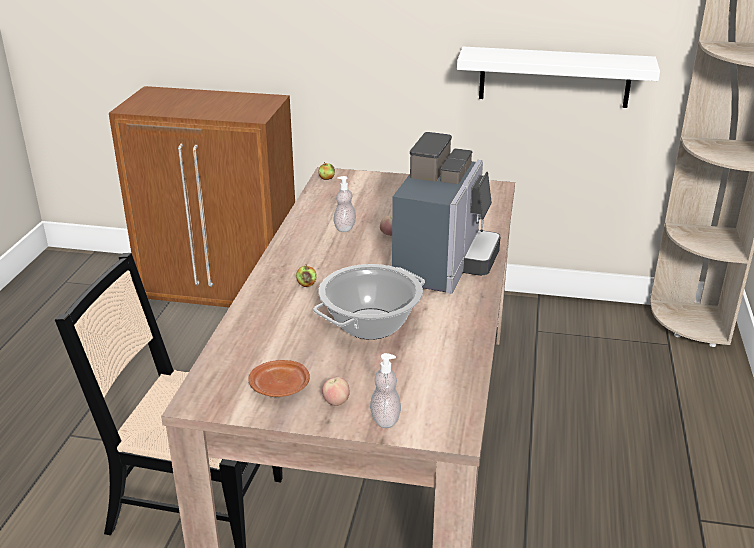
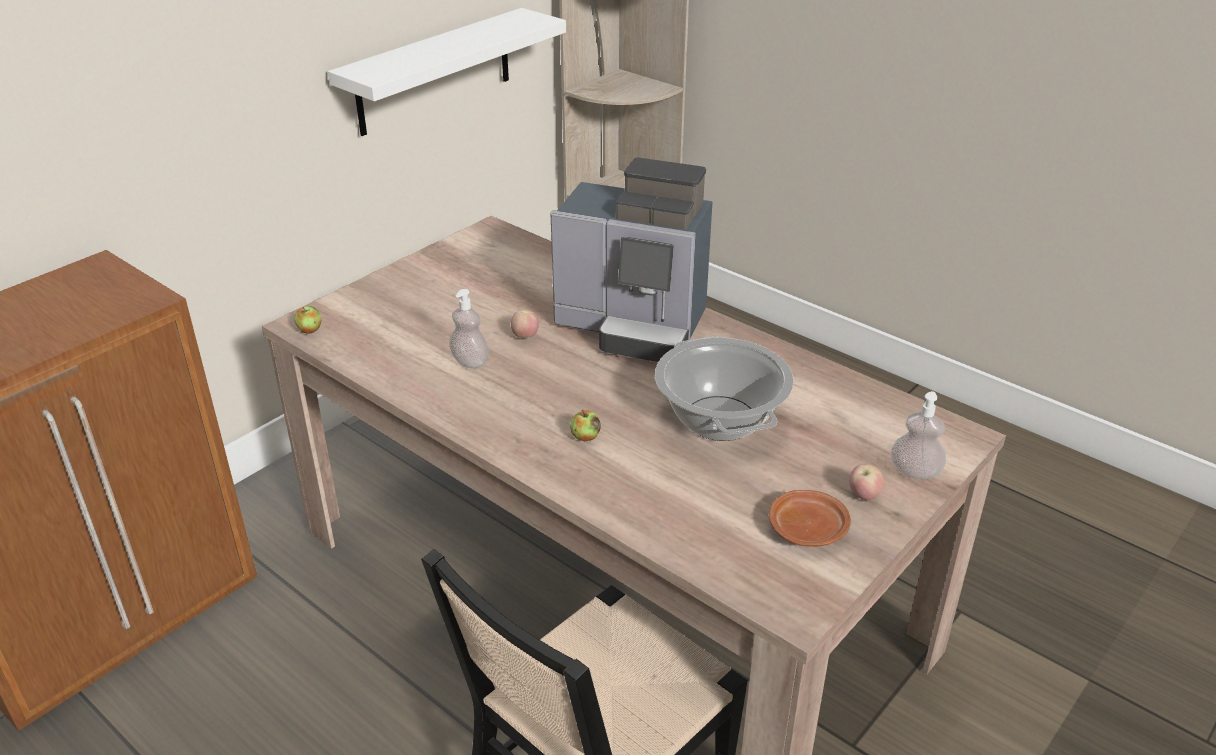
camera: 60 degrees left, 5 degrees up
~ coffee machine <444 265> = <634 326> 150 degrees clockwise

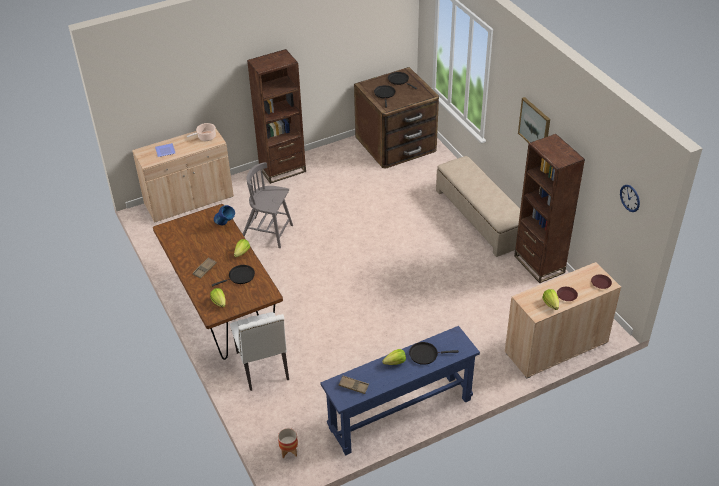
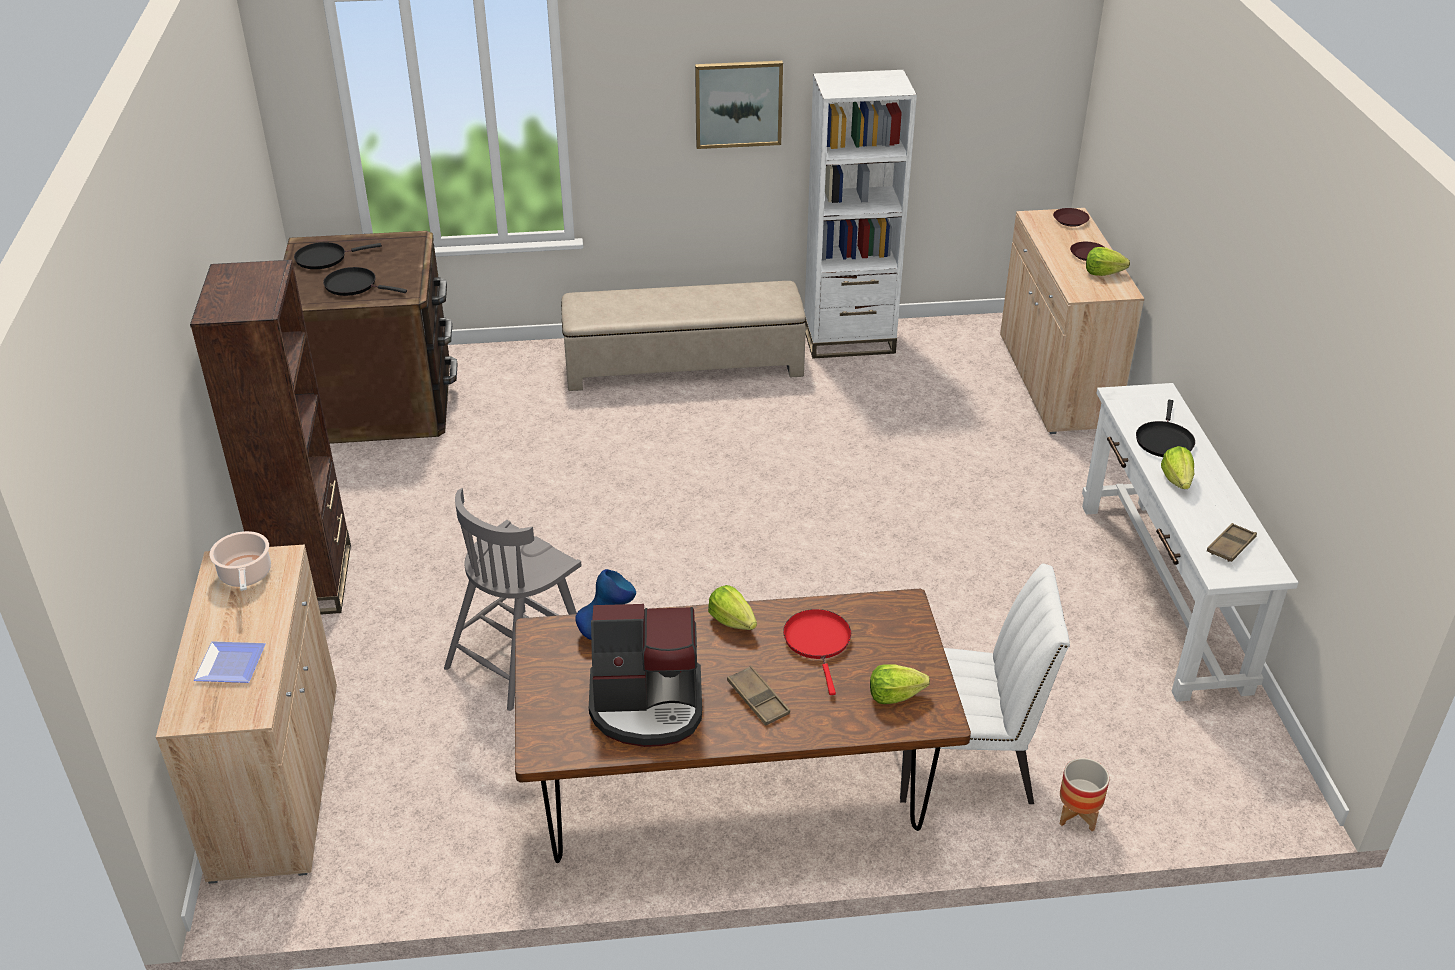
camera: 70 degrees left, 5 degrees down
- wall clock <630 198>
+ coffee machine <647 706>
~ planter <289 451> to <1077 815>
~ black frying pan <240 277> to red frying pan <818 642>
~ blue console table <400 413> to white console table <1161 594>
~ brown bookcase <539 264> to white bookcase <849 340>

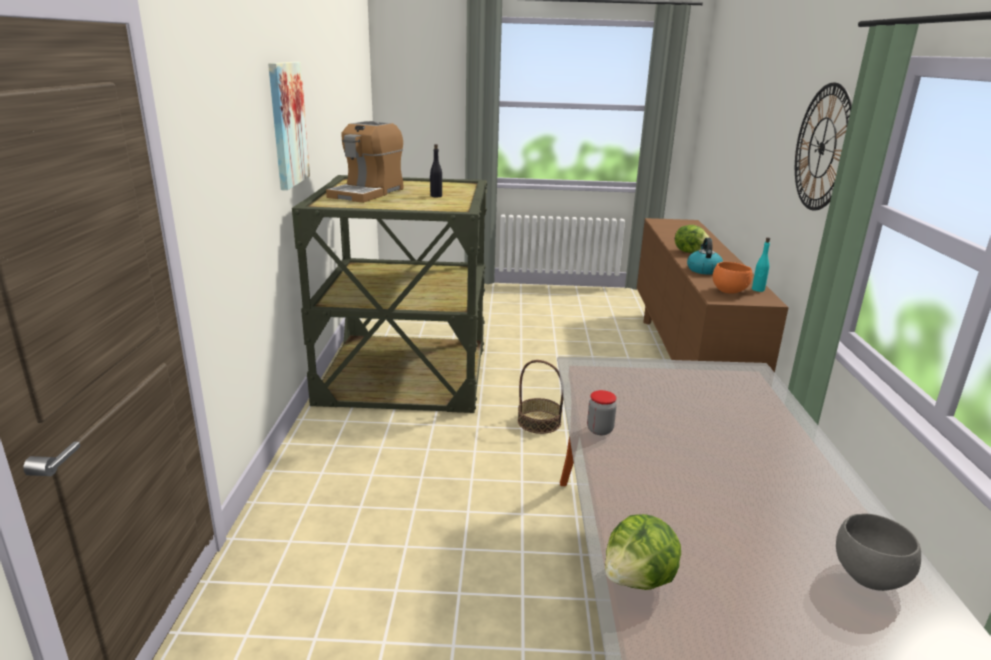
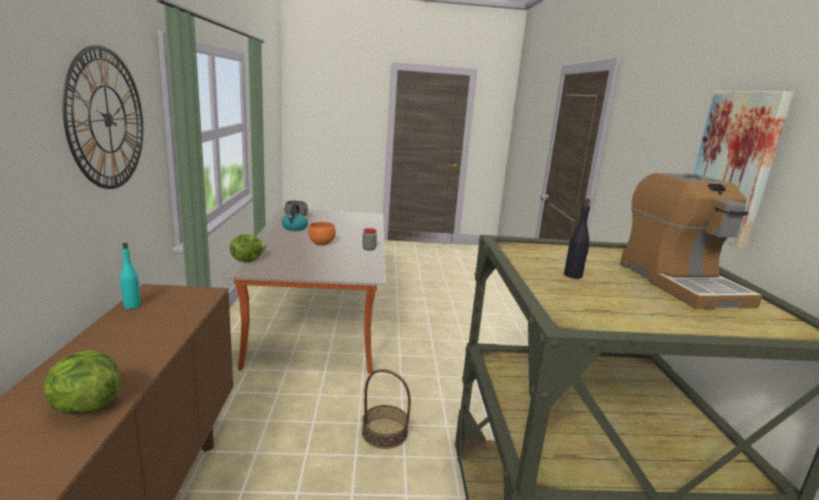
camera: 175 degrees right, 5 degrees down
~ lettuce <639 579> to <247 260>
~ kettle <703 270> to <294 228>
~ orange bowl <729 291> to <321 244>
~ coffee machine <367 193> = <679 283> 150 degrees clockwise

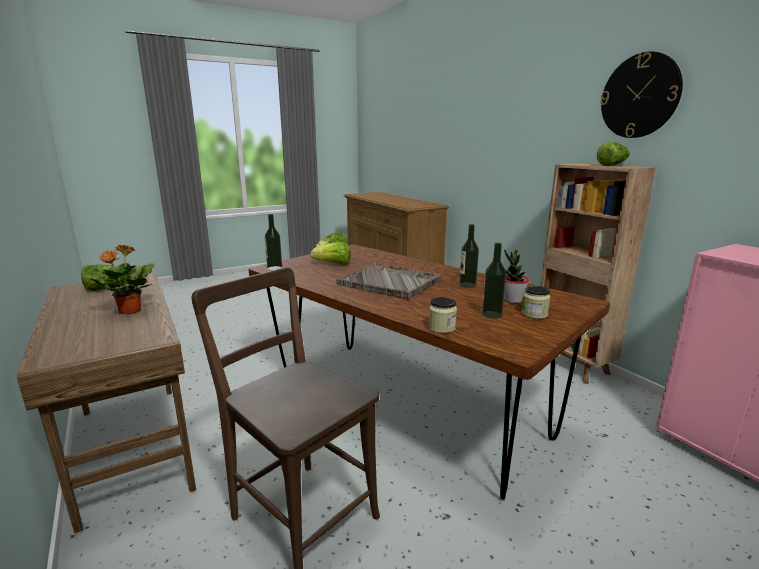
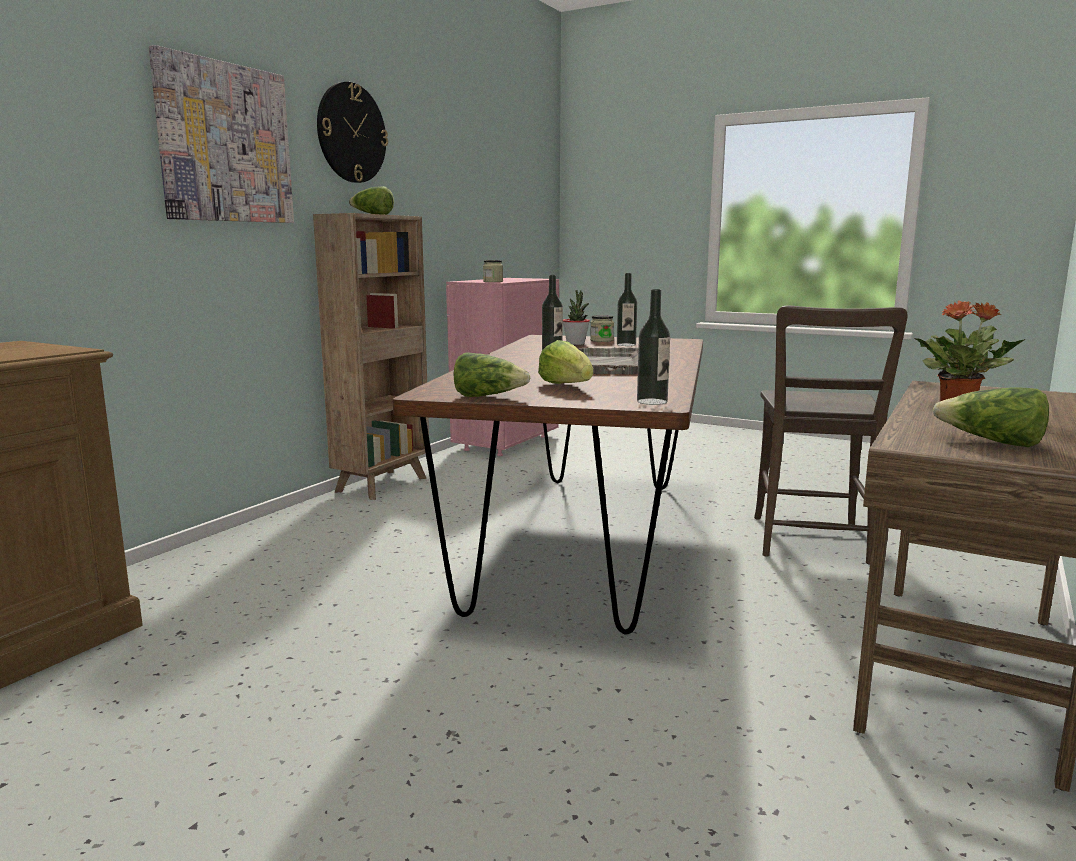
camera: 120 degrees left, 5 degrees down
+ picture <225 143>
~ jar <442 328> to <493 281>

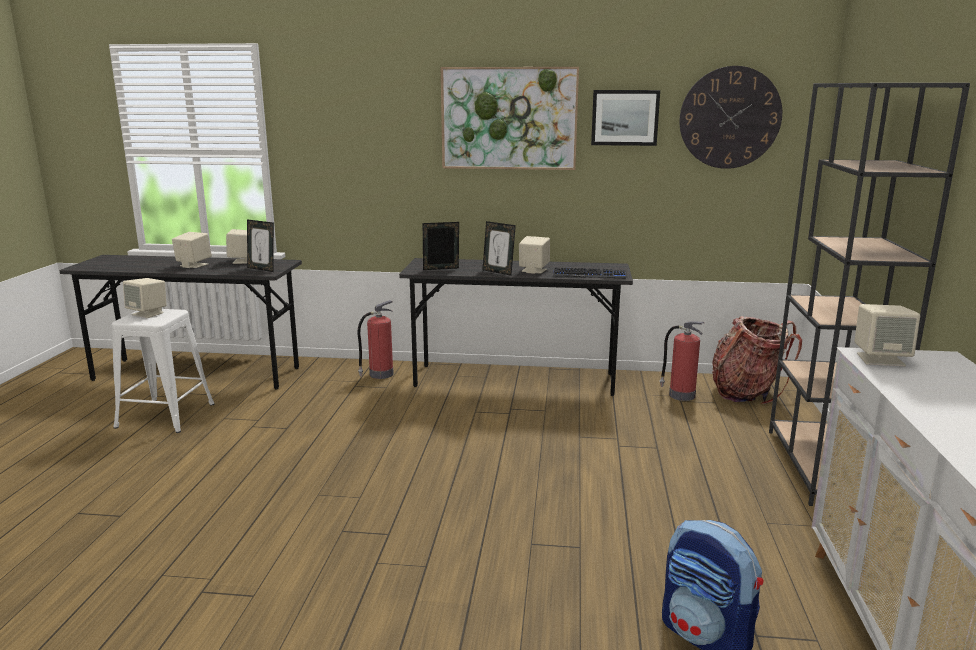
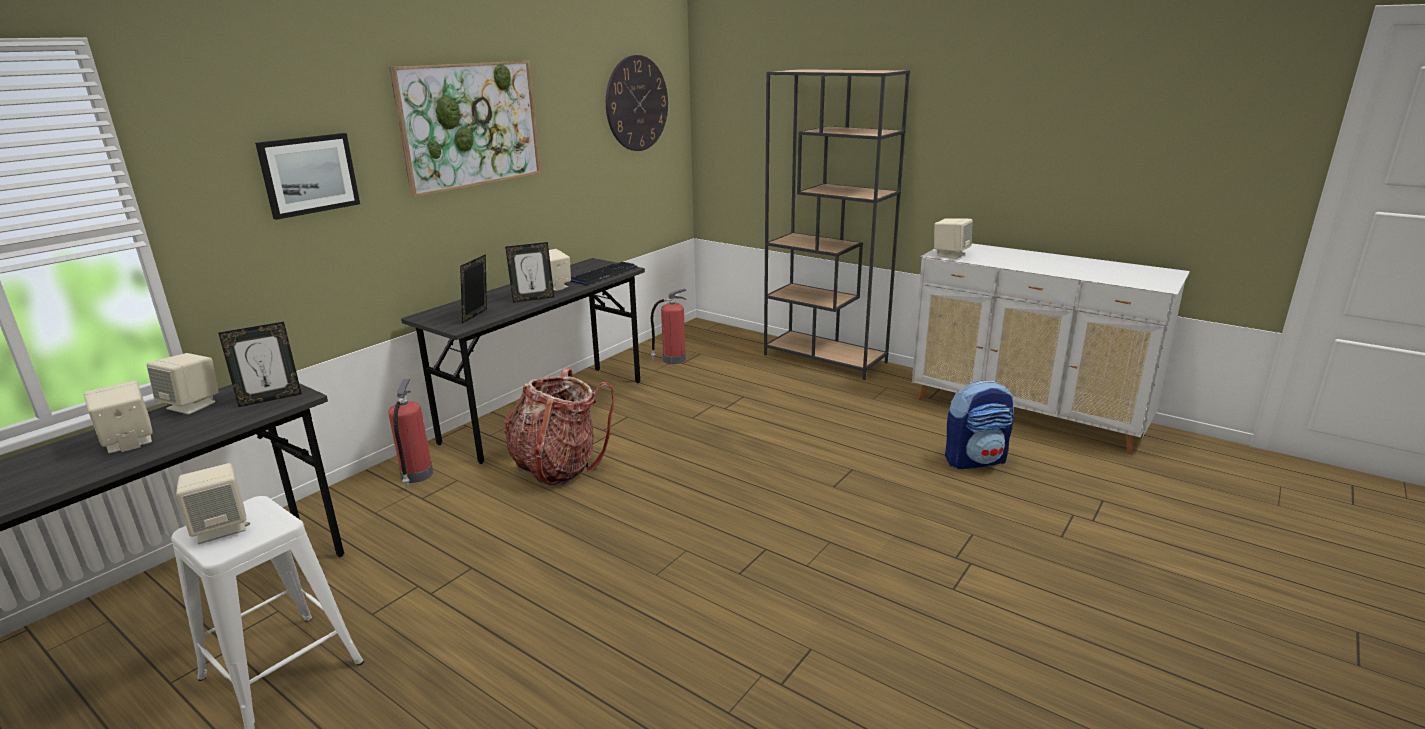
camera: 60 degrees left, 5 degrees up
~ picture <625 117> to <309 174>
~ backpack <747 393> to <558 466>

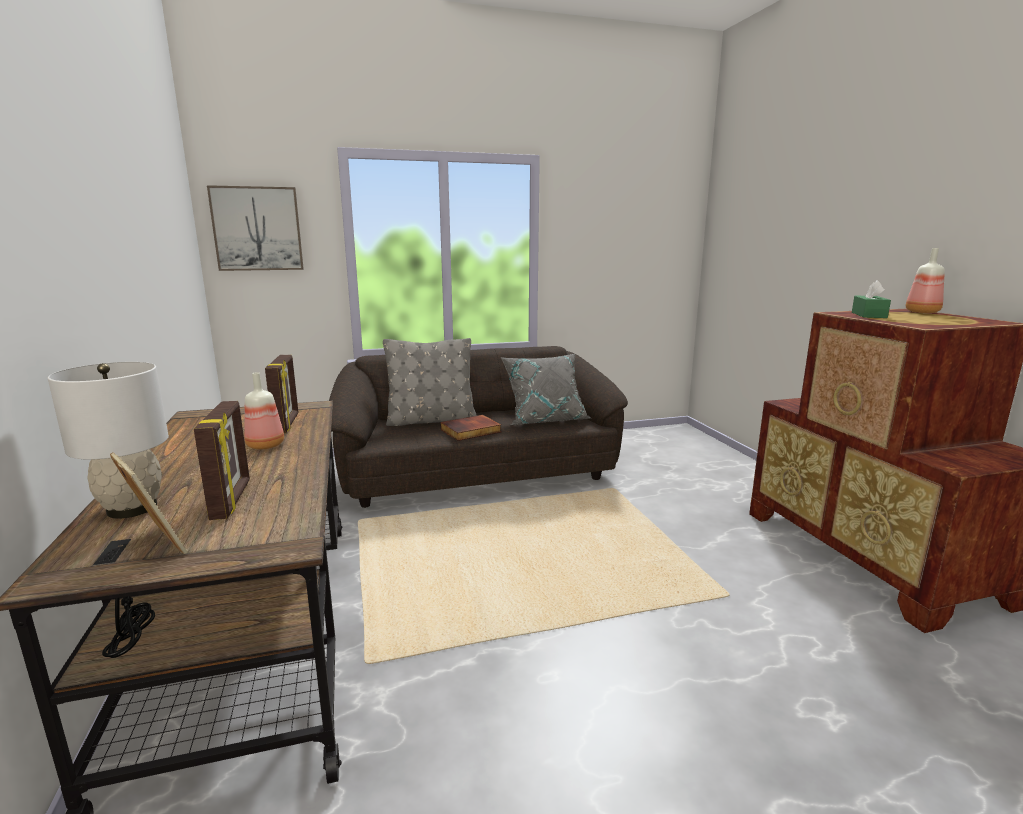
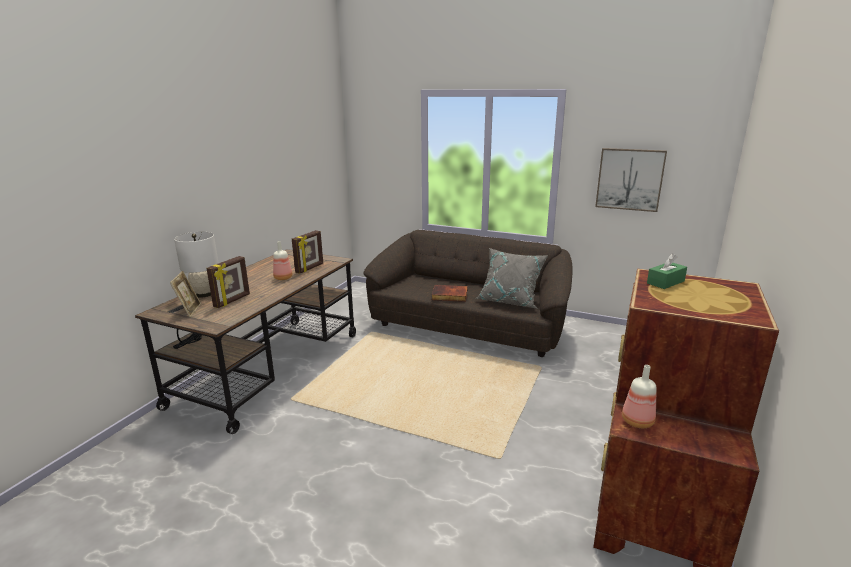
camera: 40 degrees right, 5 degrees up
- grey pillow <431 420>
~ picture <257 229> to <629 179>
~ bottle <923 312> to <637 422>

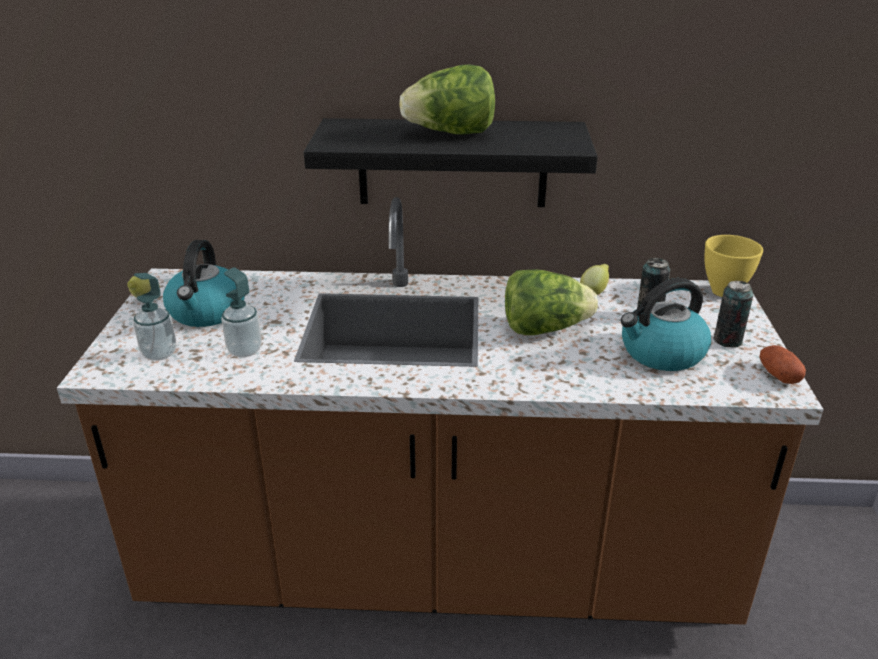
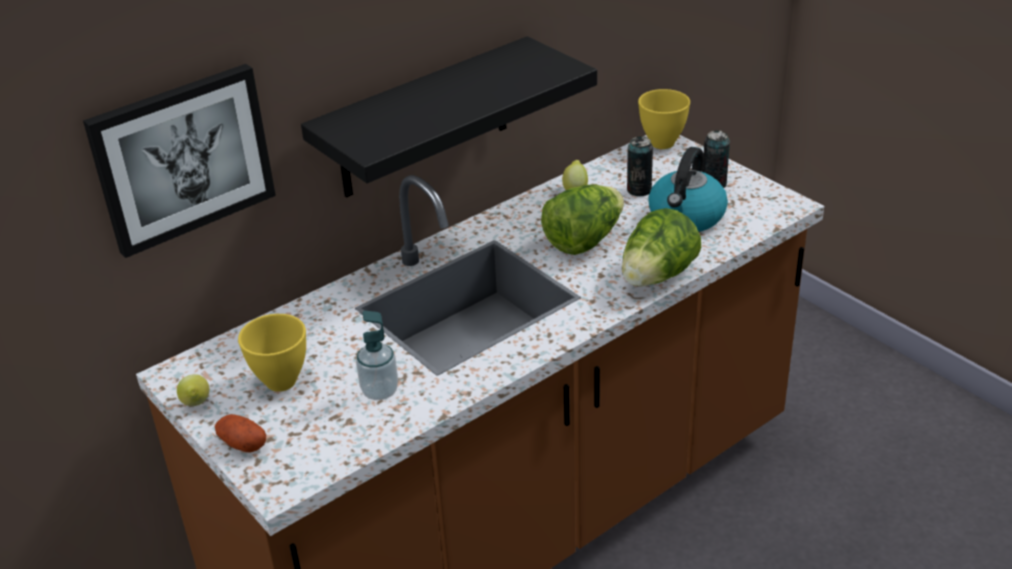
camera: 40 degrees left, 5 degrees up
- soap dispenser <159 354>
+ picture <182 158>
~ lettuce <450 133> to <657 277>
~ potato <778 375> to <242 443>
~ kettle <207 312> to yellow bowl <281 380>

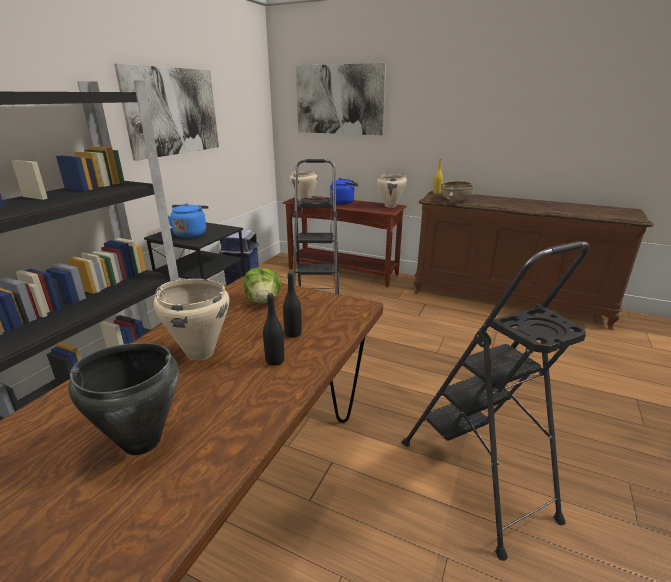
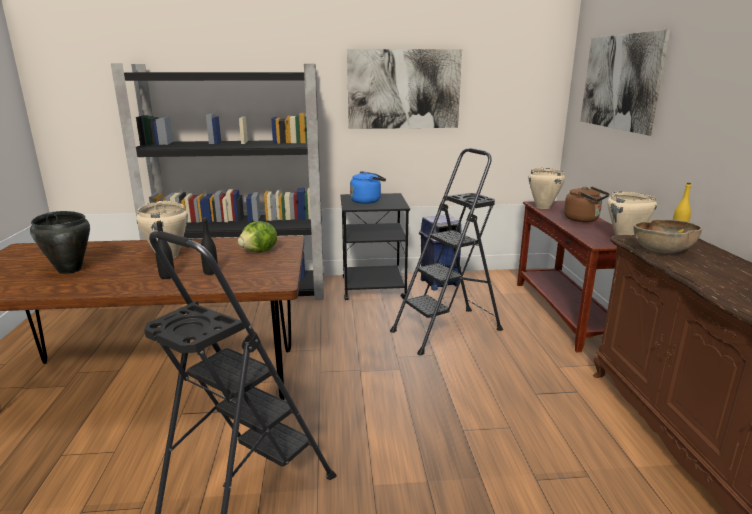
camera: 60 degrees right, 5 degrees down
~ blue kettle <343 202> to brown kettle <583 219>

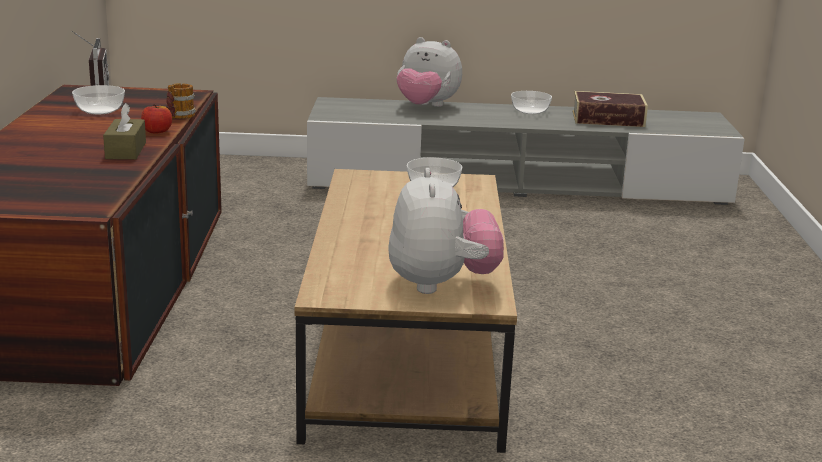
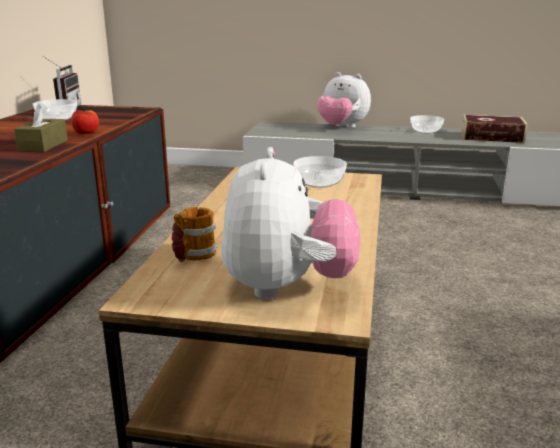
camera: 10 degrees right, 0 degrees up
~ mug <179 117> to <193 256>

